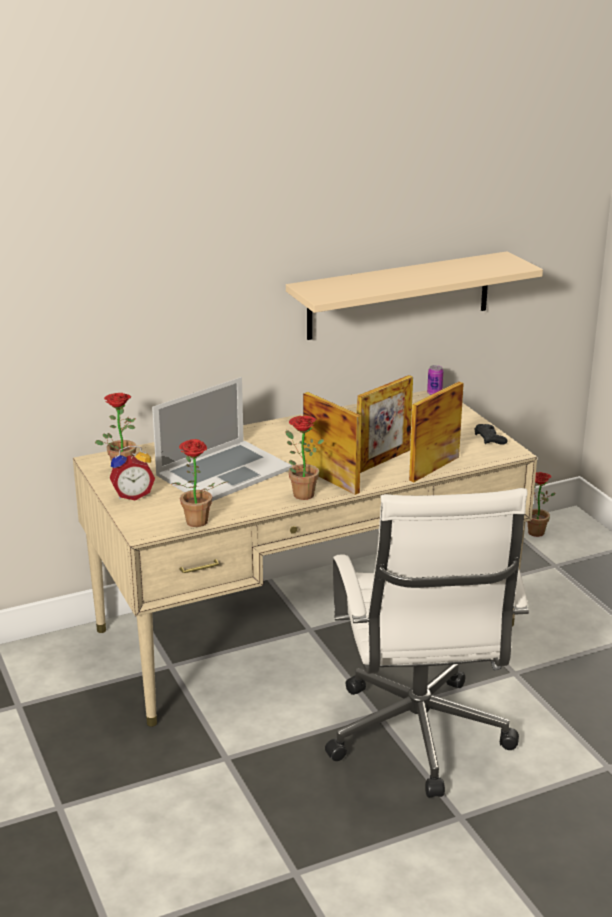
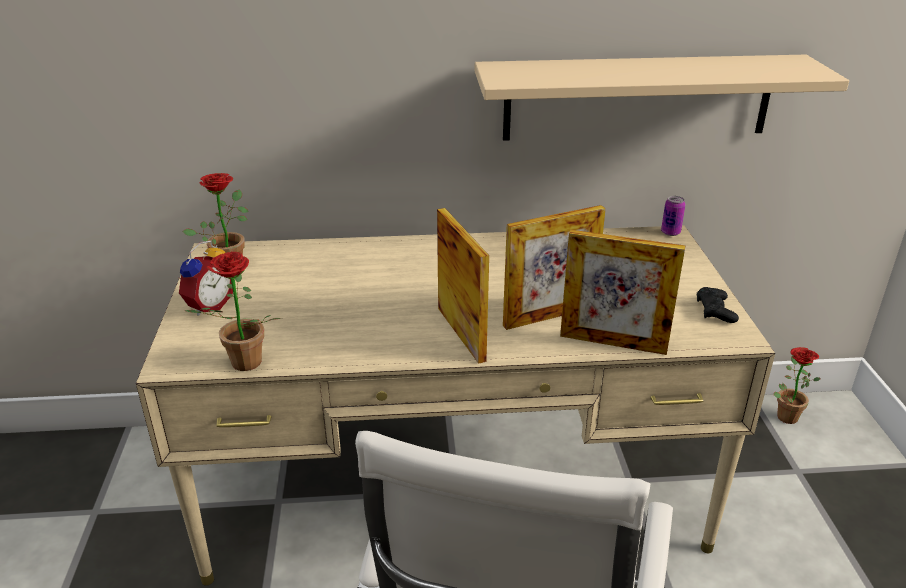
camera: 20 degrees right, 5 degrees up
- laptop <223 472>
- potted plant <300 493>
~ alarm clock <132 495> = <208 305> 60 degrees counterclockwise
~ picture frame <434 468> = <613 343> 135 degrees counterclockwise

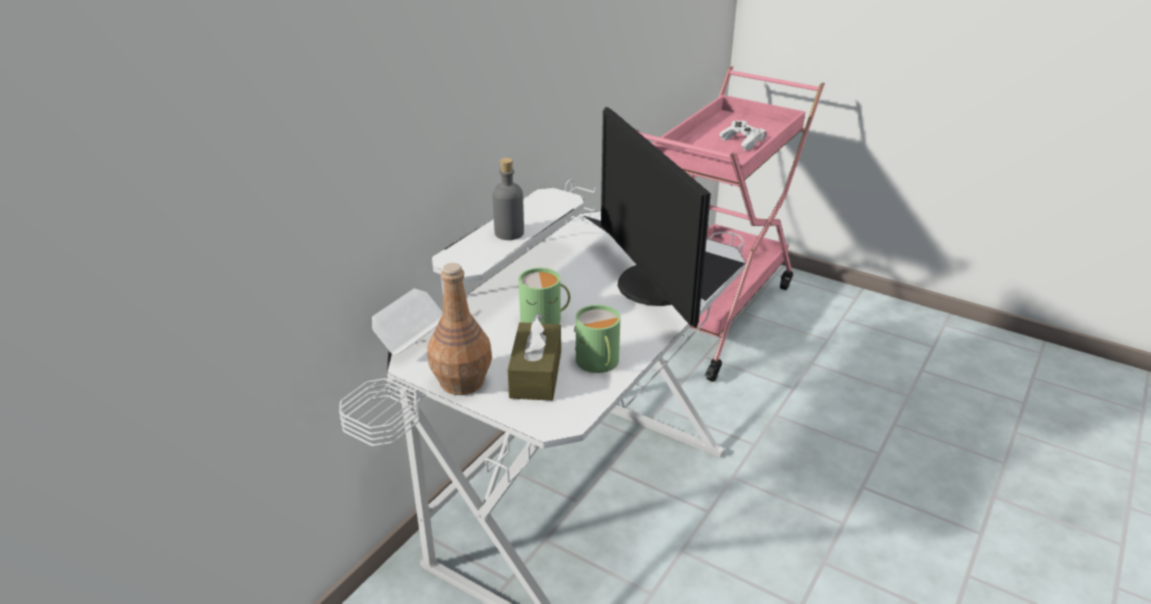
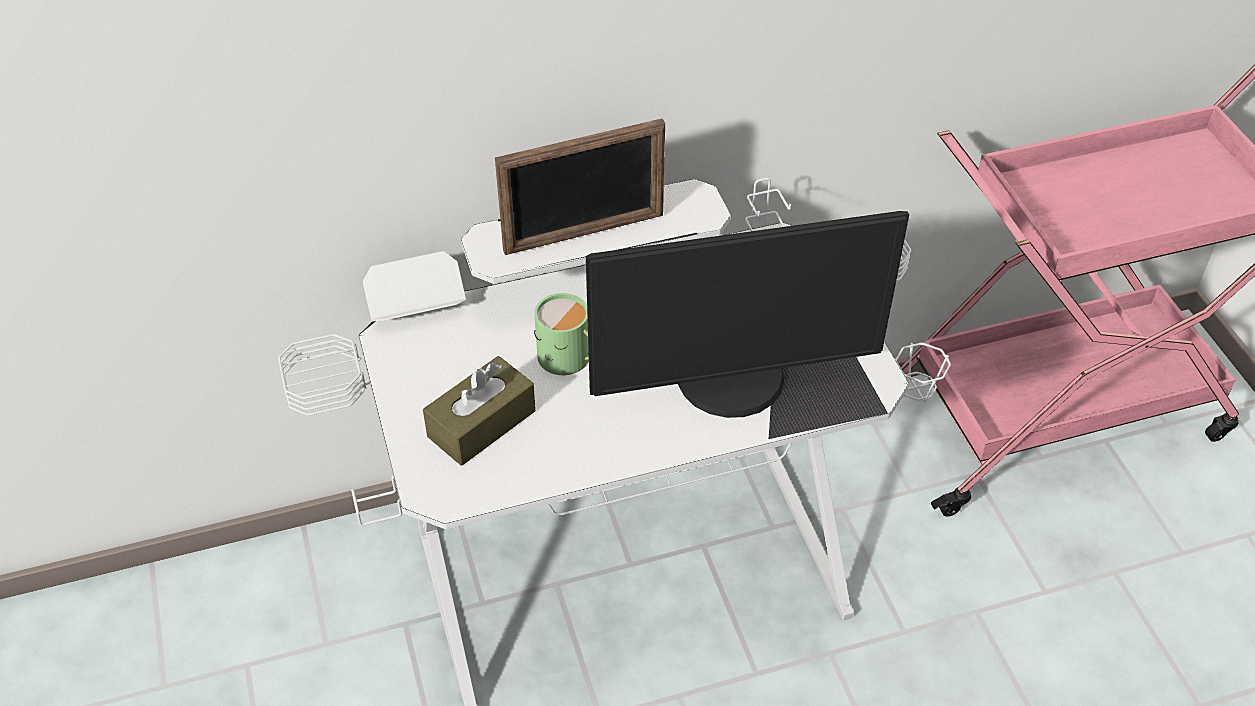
camera: 40 degrees right, 15 degrees up
- brown bottle <463 382>
- green mug <598 362>
- white game controller <742 142>
~ grey bottle <509 233> to picture frame <584 233>
~ monitor <651 286> = <732 381> 120 degrees counterclockwise

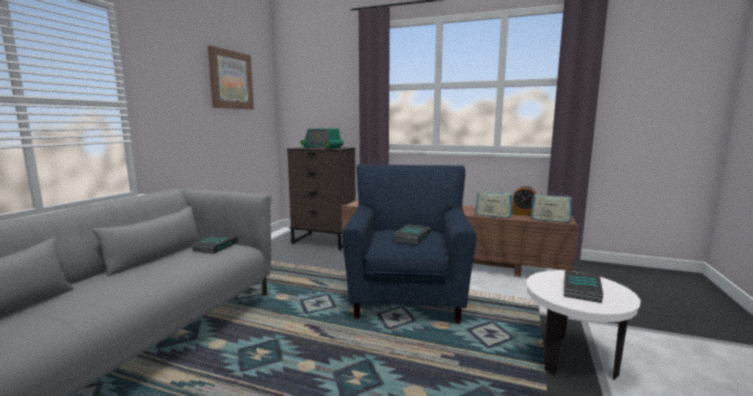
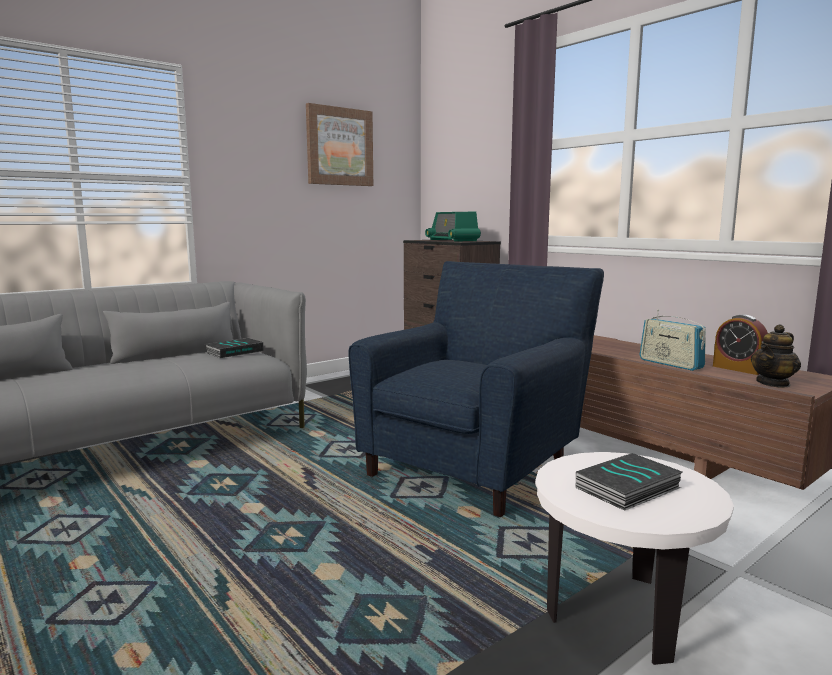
camera: 30 degrees right, 0 degrees up
- book <411 237>
~ radio <550 220> to teapot <773 383>

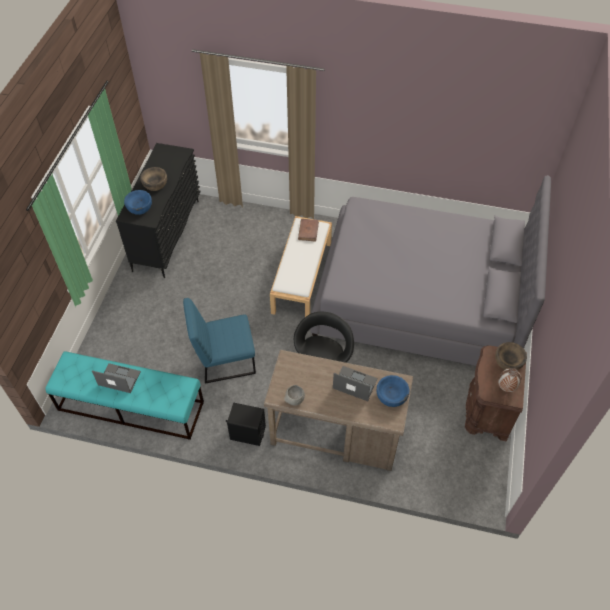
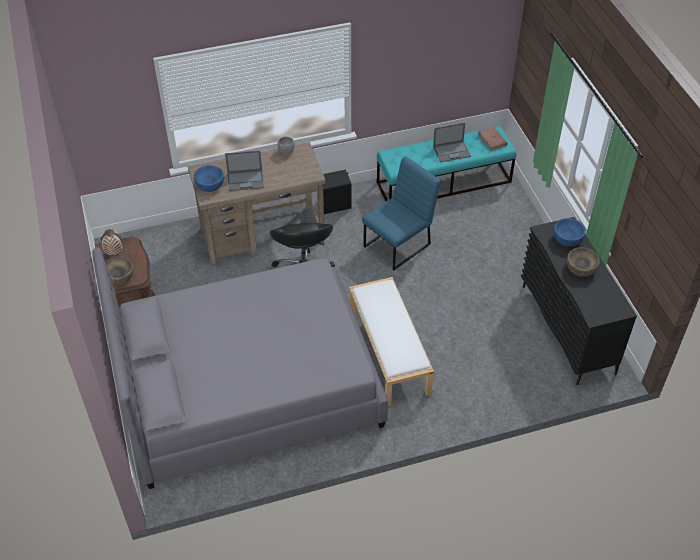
camera: 150 degrees right, 5 degrees down
~ brown book <308 231> to <492 140>

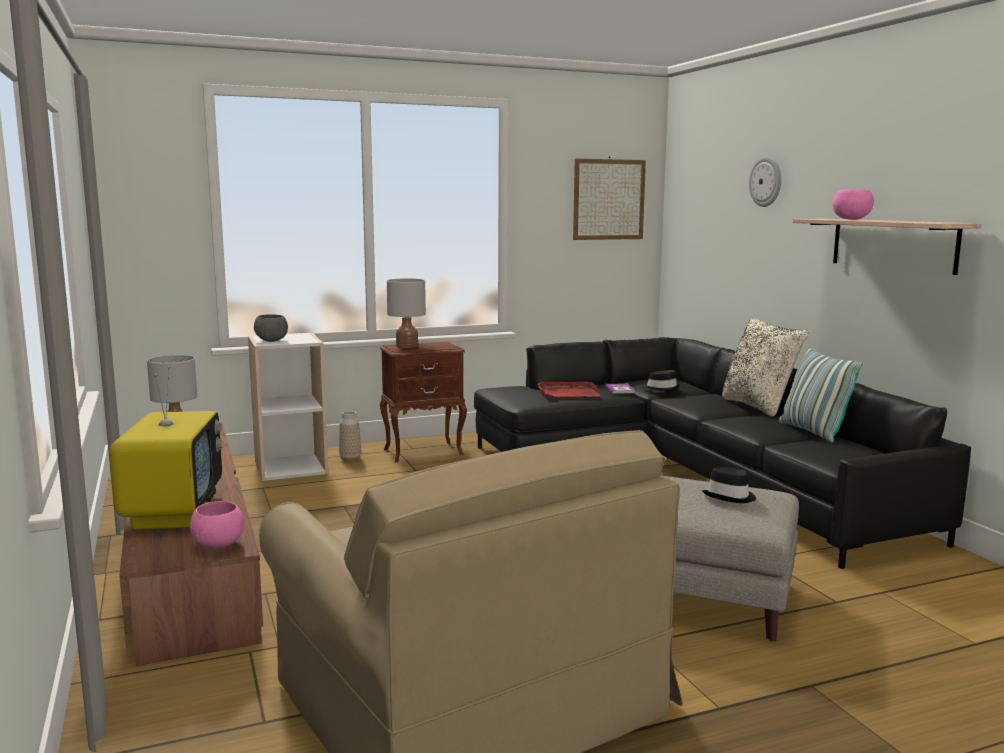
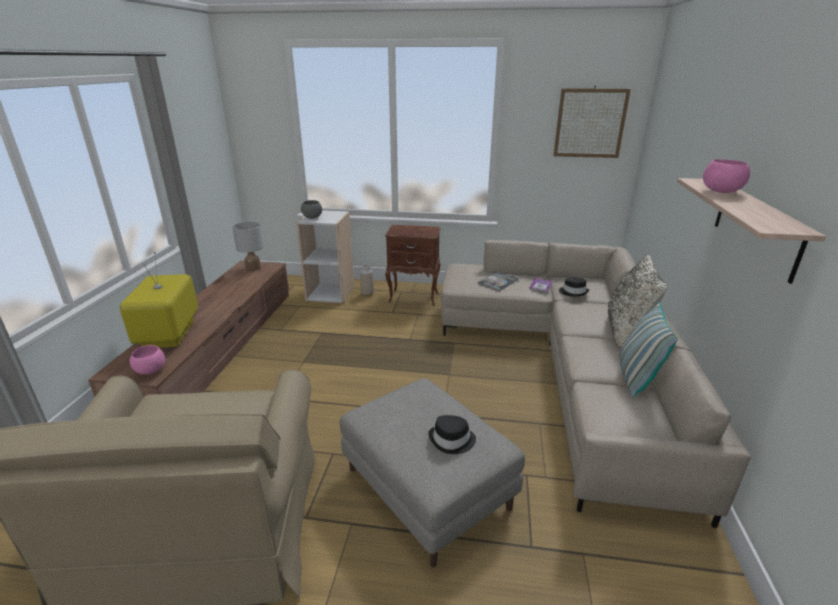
camera: 30 degrees right, 15 degrees up
- grey table lamp <406 346>
- wall clock <766 181>
~ red tray <567 393> to book <498 282>
~ black sofa <689 475> to beige sofa <567 366>
~ television <173 512> = <169 335> 150 degrees clockwise

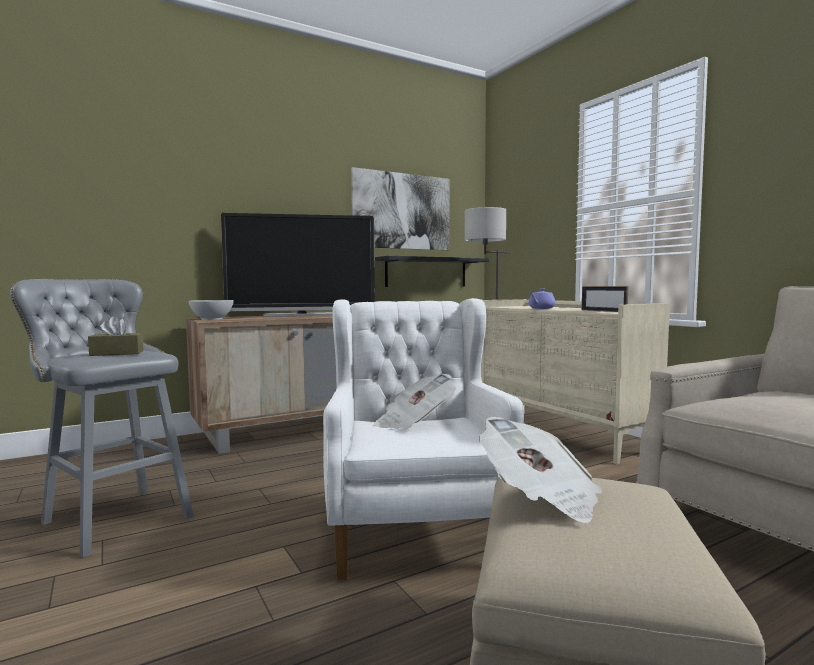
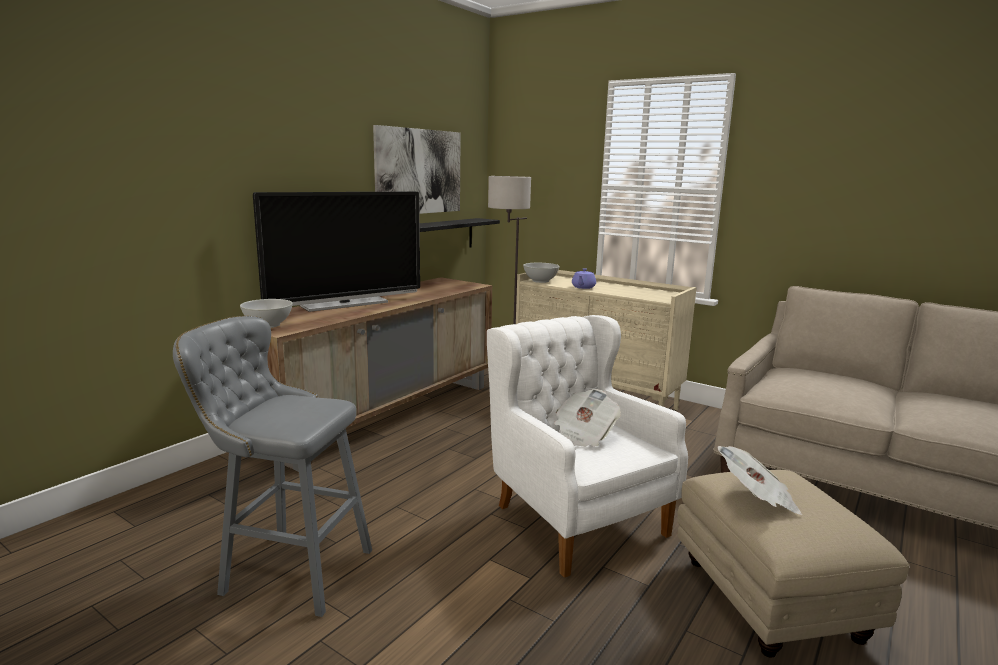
camera: 25 degrees left, 10 degrees up
- brown tissue box <117 353>
- picture frame <603 311>
+ white bowl <540 281>

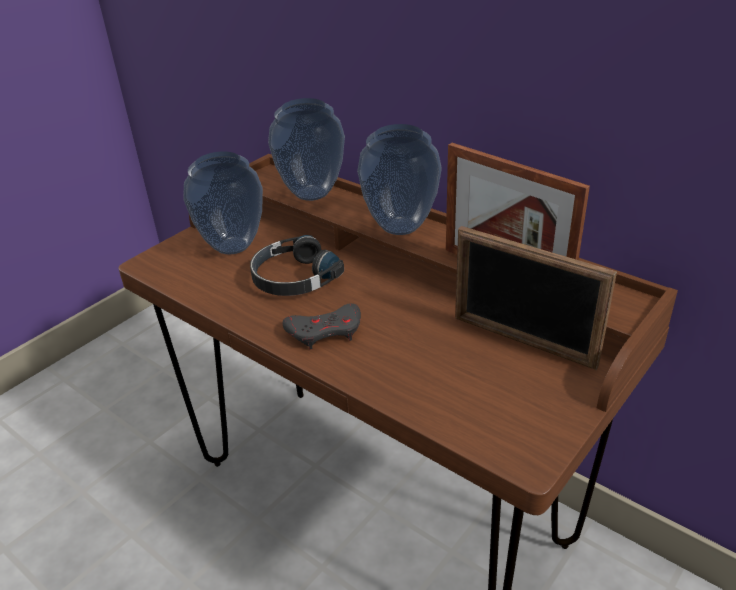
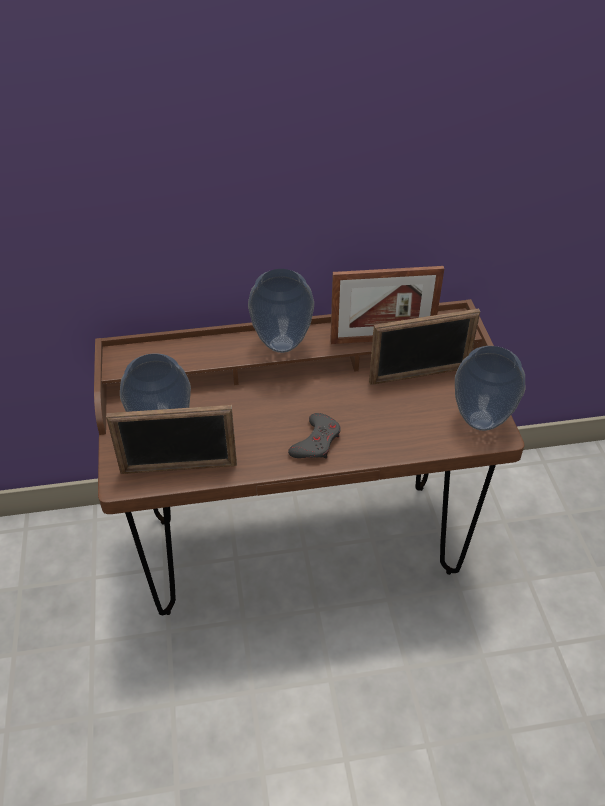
camera: 50 degrees left, 10 degrees up
- black headphones <294 278>
+ picture frame <179 468>
~ vase <311 194> to <479 421>

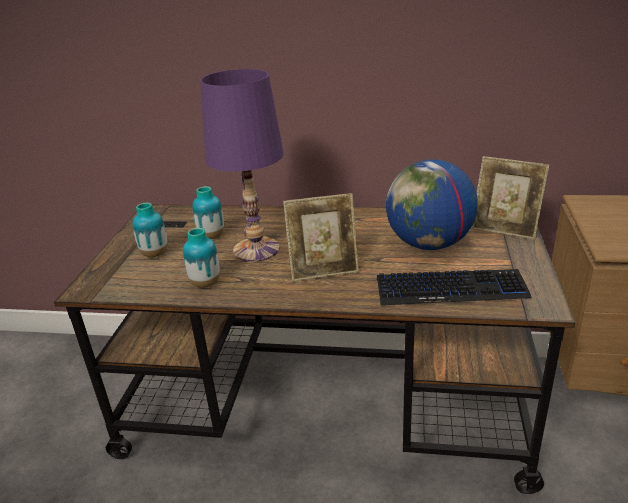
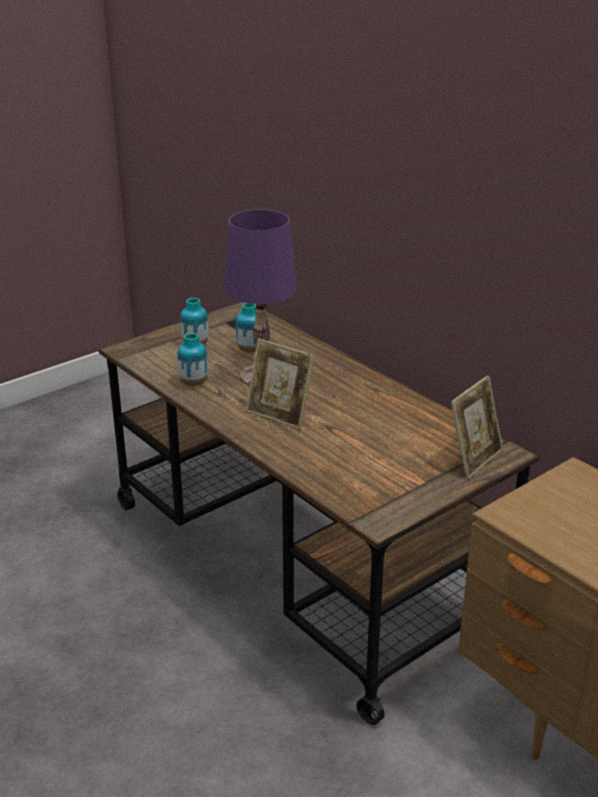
camera: 40 degrees right, 0 degrees up
- keyboard <450 289>
- globe <429 244>
~ picture frame <505 229> = <474 459> 120 degrees counterclockwise

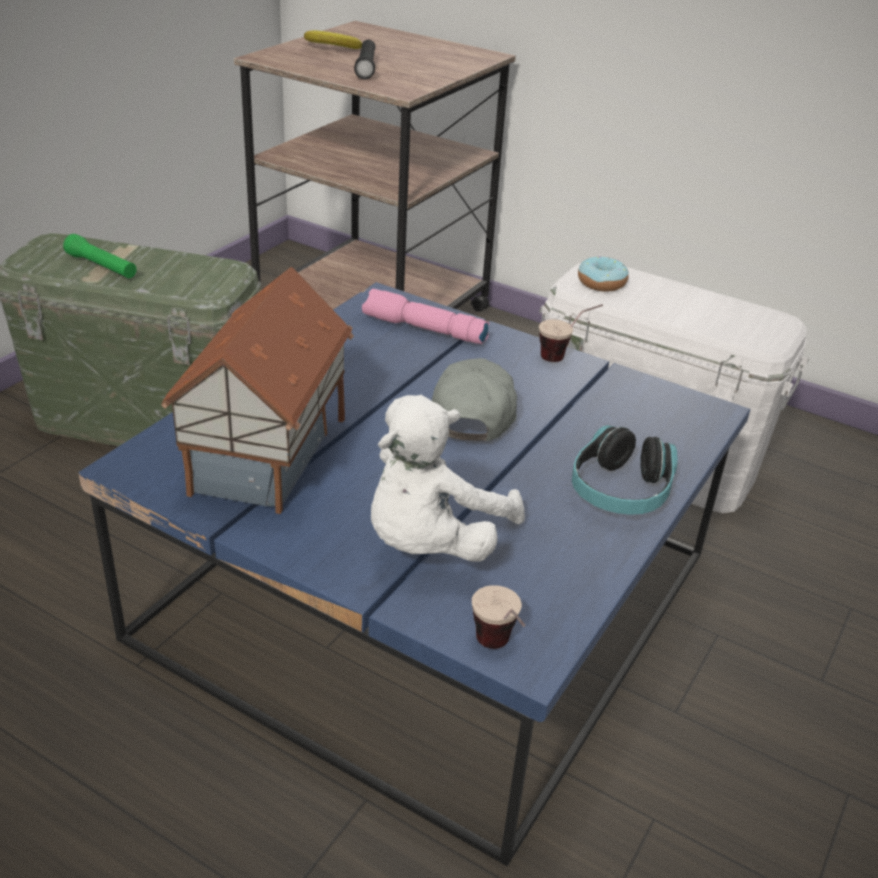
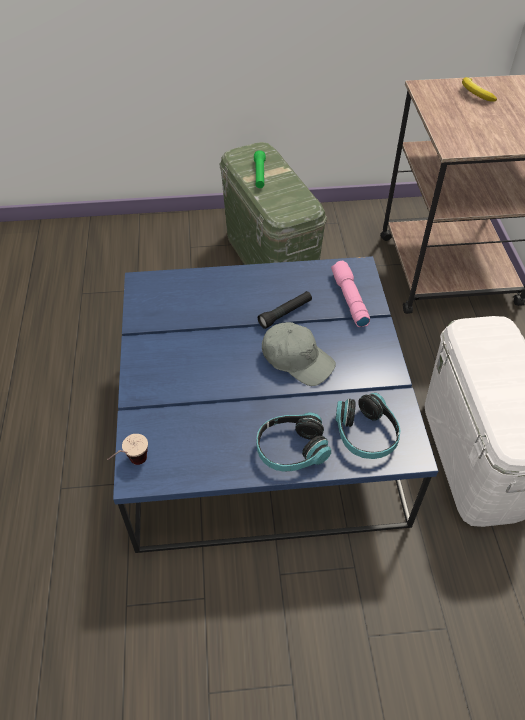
camera: 55 degrees right, 15 degrees up
- toy house <271 456>
- white plush toy <432 543>
- cup <565 356>
- donut <601 283>
+ headphones <366 434>
~ black flashlight <366 67> to <285 313>
~ grey cap <474 412> = <297 359> 60 degrees clockwise

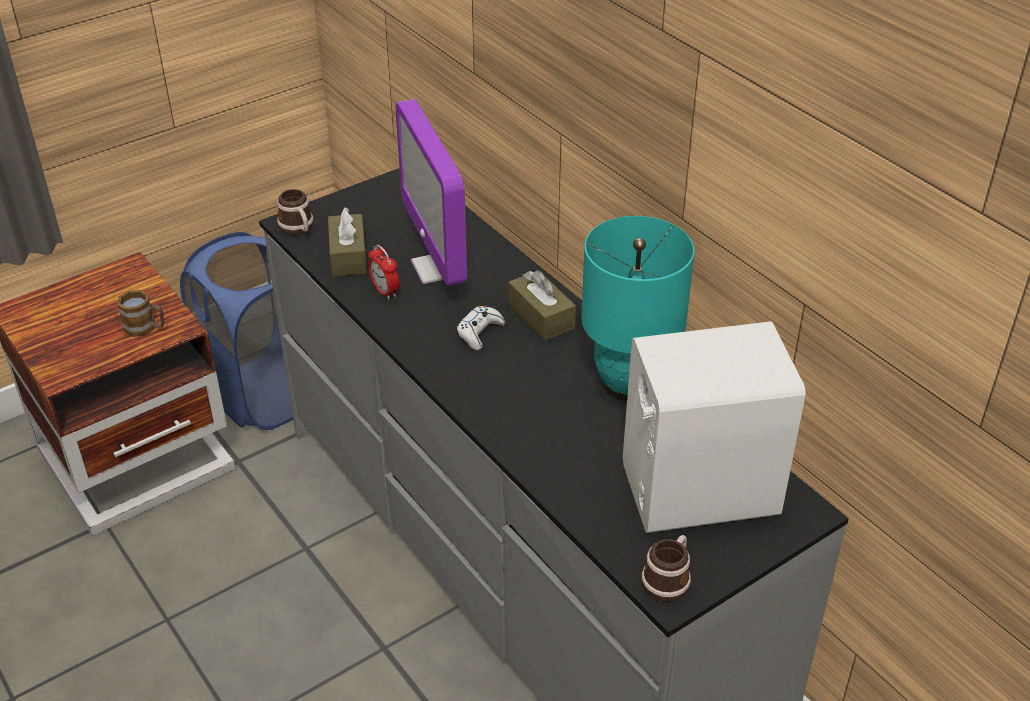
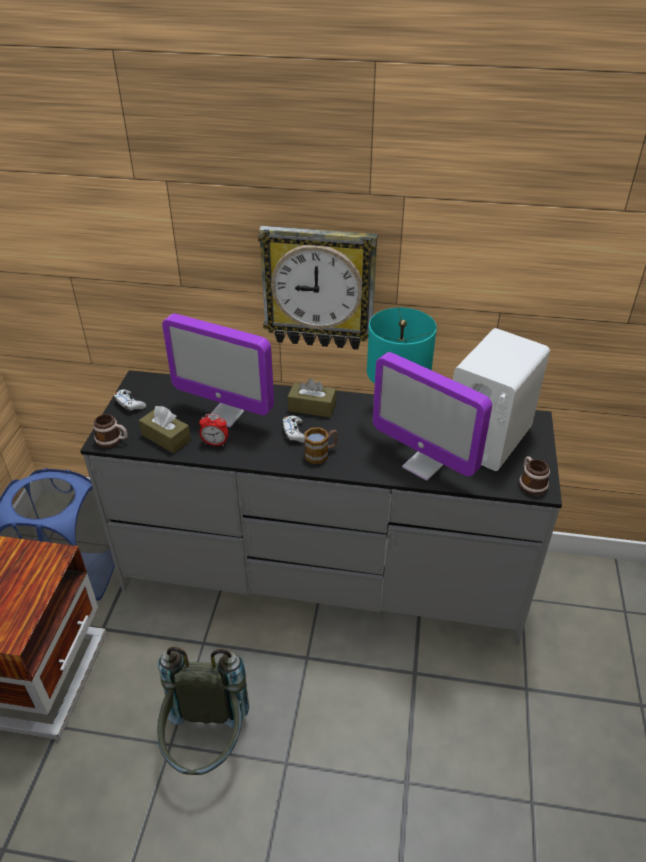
camera: 45 degrees left, 0 degrees up
+ white game controller <129 404>
+ grey backpack <206 745>
+ wall clock <319 288>
+ monitor <423 465>
~ mug <146 328> to <321 454>

